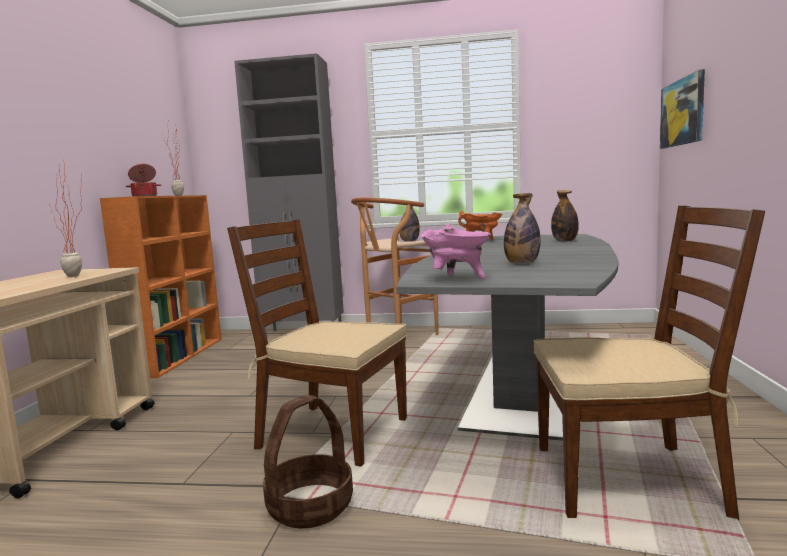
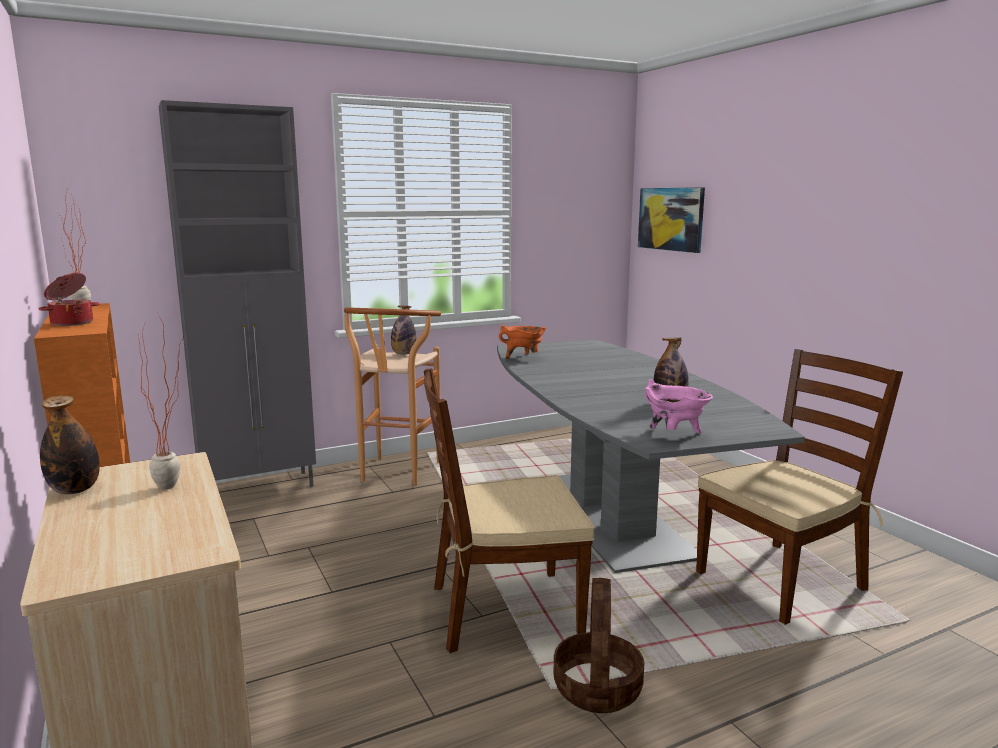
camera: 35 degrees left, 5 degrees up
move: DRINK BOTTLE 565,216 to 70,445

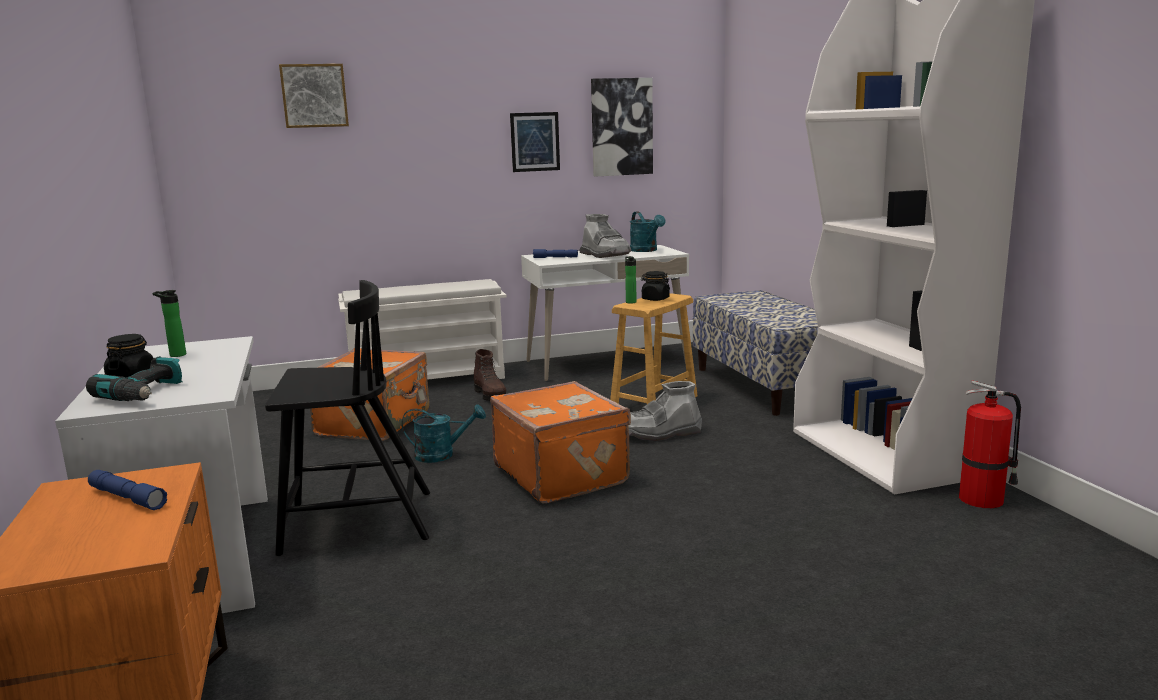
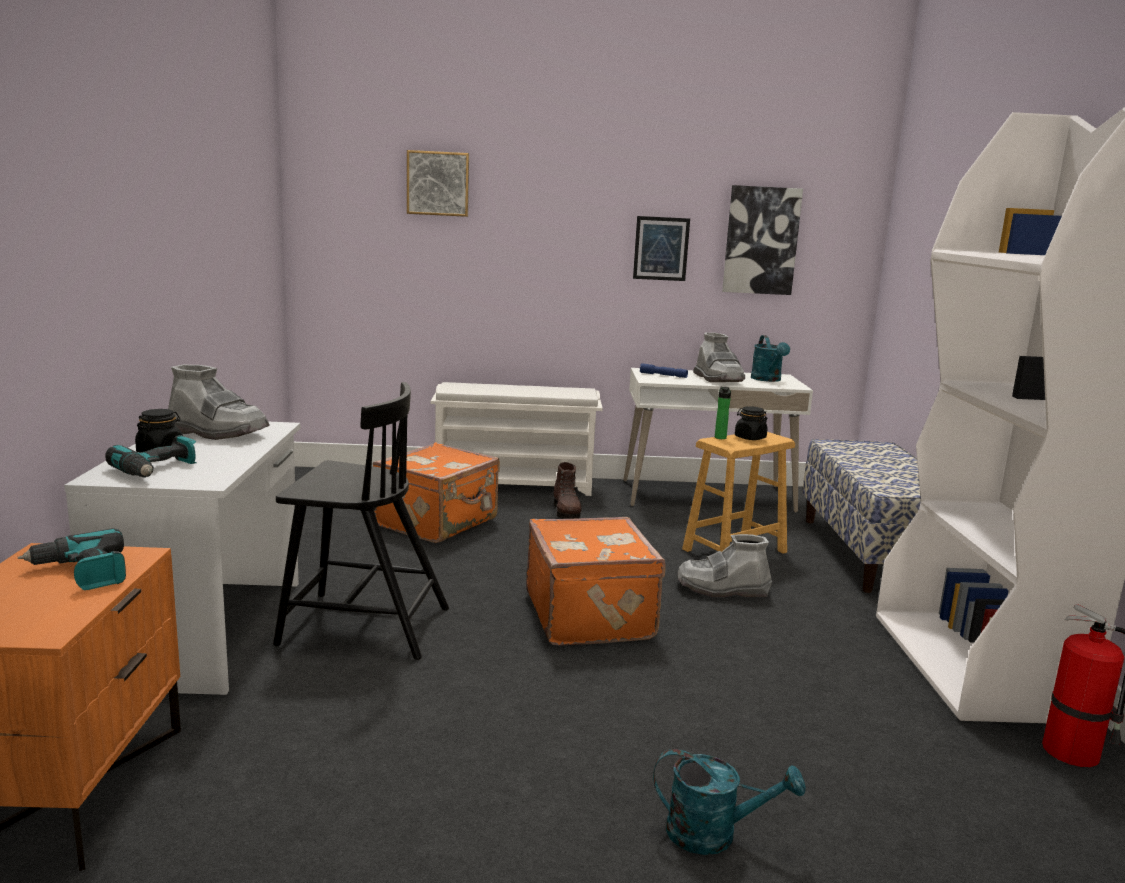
camera: 15 degrees right, 0 degrees up
move: TURQUOISE-COLOURED WATERING POT 444,433 to 729,802
replace: BLUE-COLOURED TORCH 127,490 to DRILL 72,559; DRINK BOTTLE 169,323 to GREY TALL BOOT 218,402

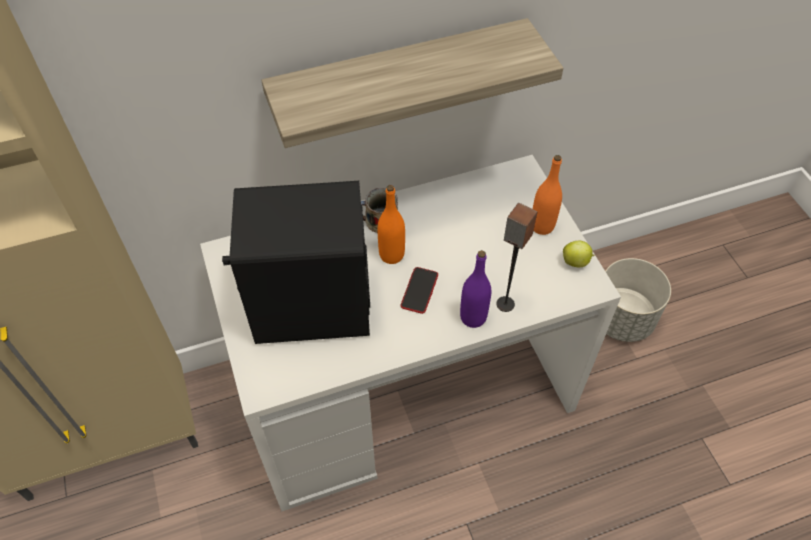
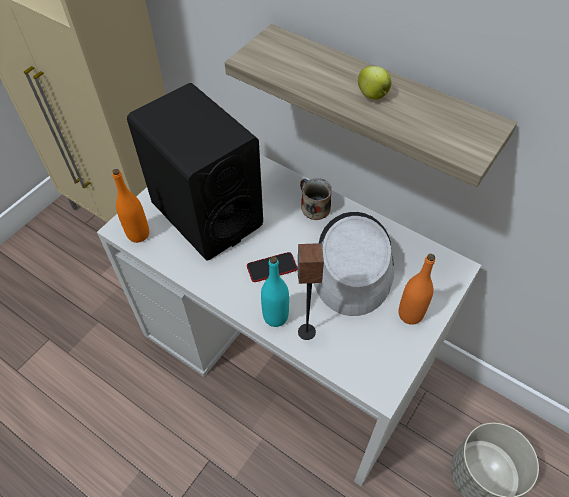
camera: 55 degrees right, 0 degrees up
insert: GREY CLOTHING HAT 354,264
move: ORANGEY DRINK BOTTLE 391,224 to 130,206; WHOLE APPLE 579,254 to 374,83
recolor: PURPLE-COLOURED DRINK BOTTLE 475,289 to TURQUOISE-COLOURED DRINK BOTTLE 275,291

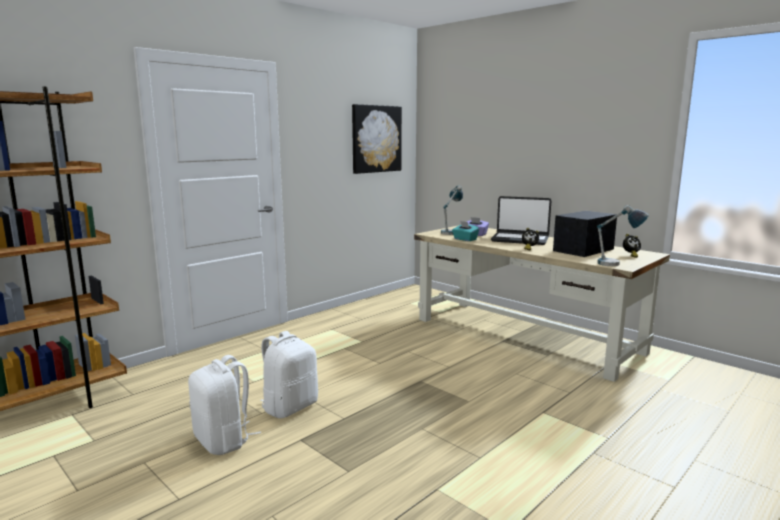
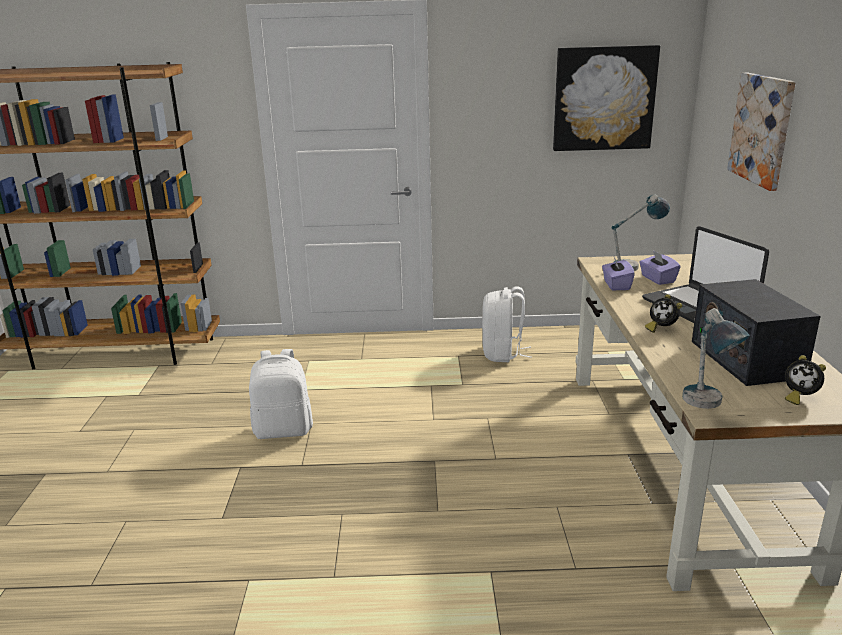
camera: 45 degrees right, 10 degrees up
insert: PICTURE 761,132
move: WHITISH KNAPSACK 224,405 to 507,324
recolor: TURQUOISE-COLOURED TISSUE BOX 465,231 to PURPLE-COLOURED TISSUE BOX 618,273
rotate: RADIO RECEIVER 585,234 = 756,332 105 degrees counterclockwise

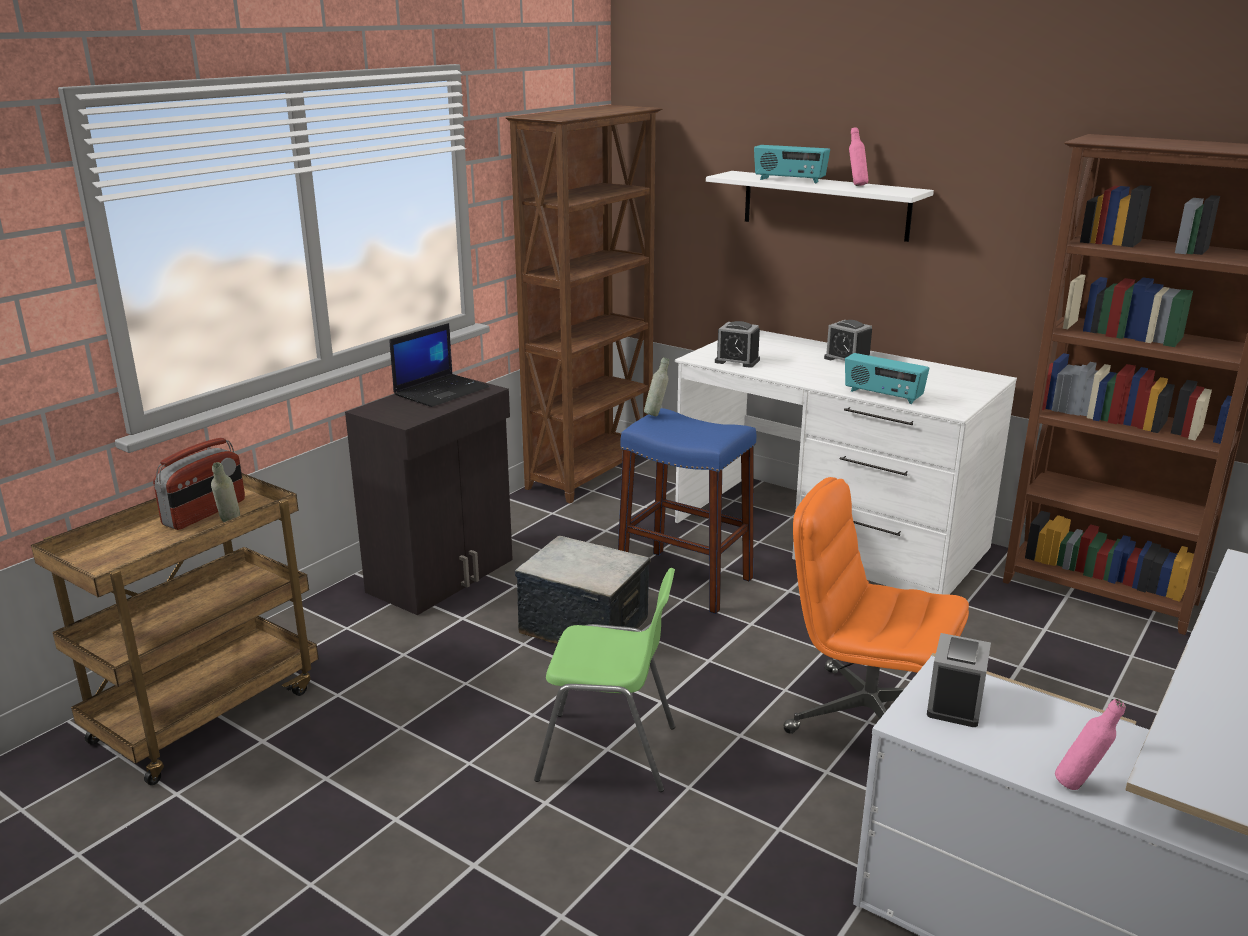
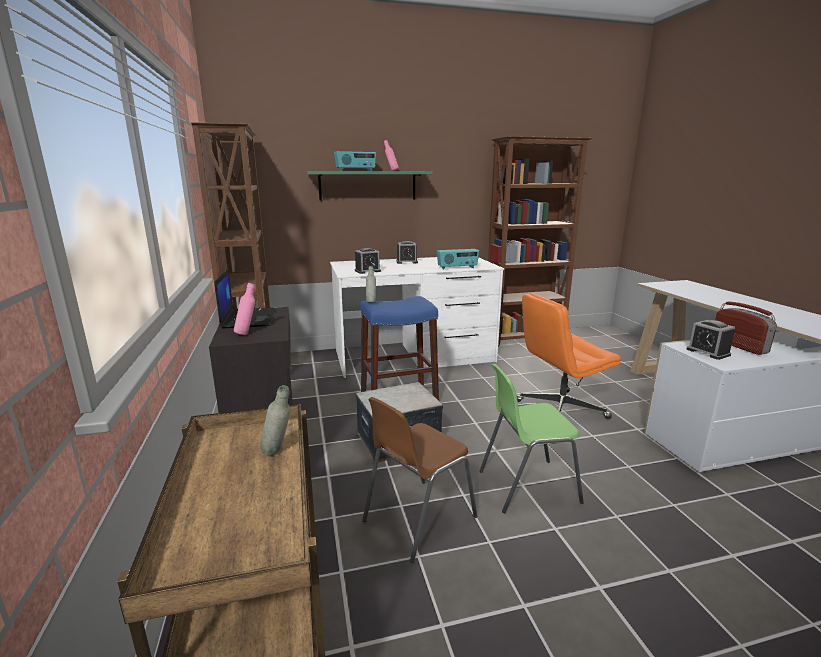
camera: 50 degrees left, 5 degrees down
insert: BROWN-COLOURED PLAIN CHAIR 419,480
move: RADIO RECEIVER 199,483 to 746,328; PINKISH DRINK BOTTLE 1090,744 to 244,309
recolor: WHITISH BRACKET SHELF 820,206 to GREEN BRACKET SHELF 370,186
rotate: GREEN PLAIN CHAIR 604,680 = 532,438 150 degrees counterclockwise

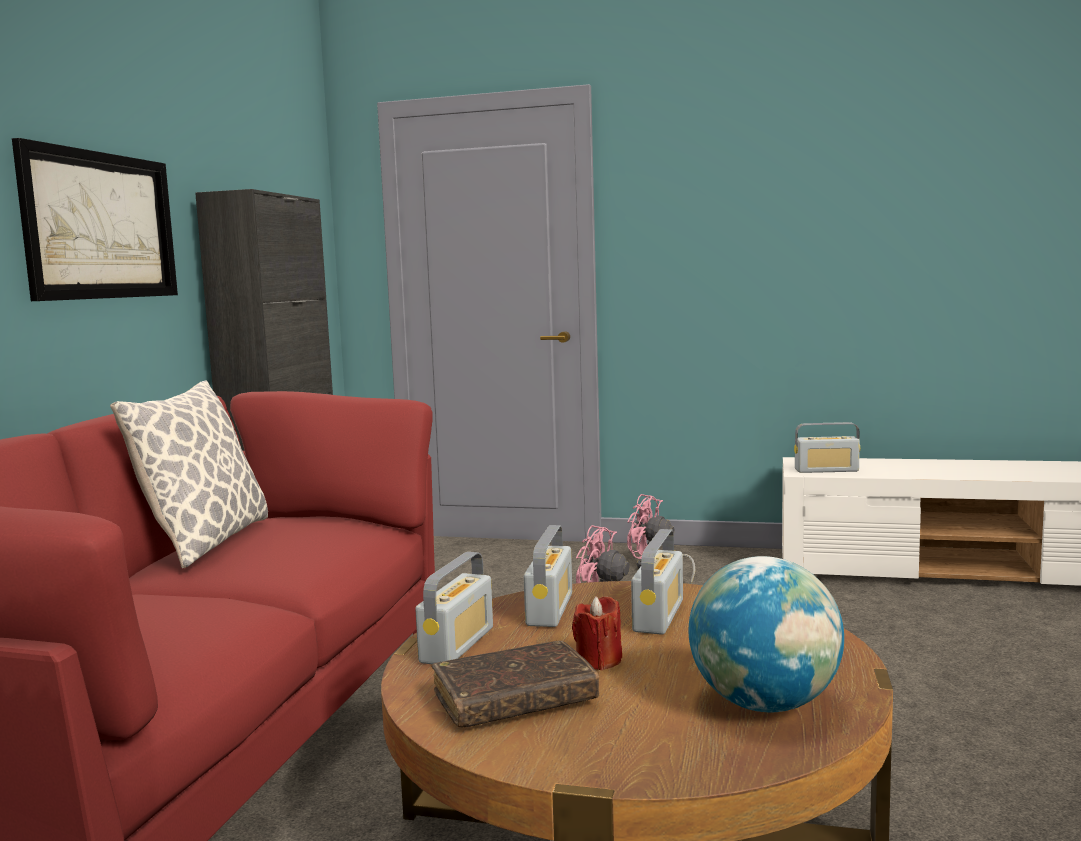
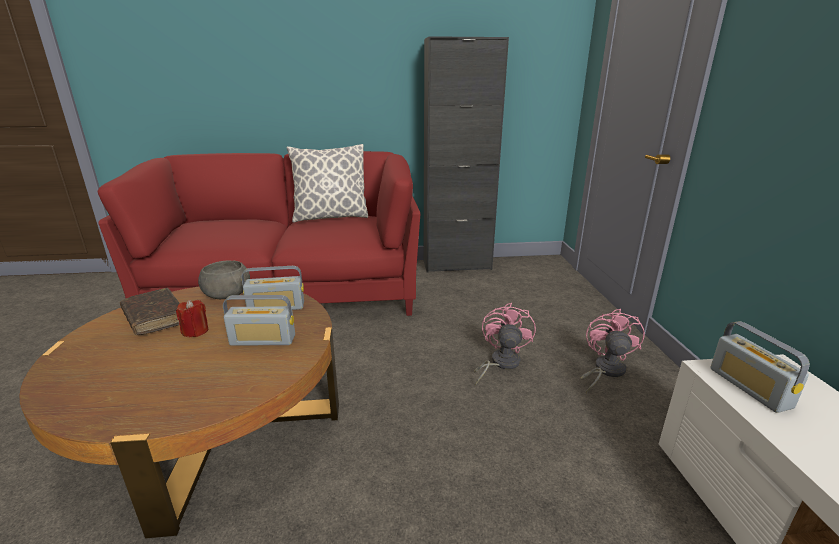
camera: 70 degrees right, 15 degrees up
delete: PICTURE 95,219; WORLD GLOBE 766,634
replace: RADIO RECEIVER 454,608 to GREY SERVING BOWL 224,280

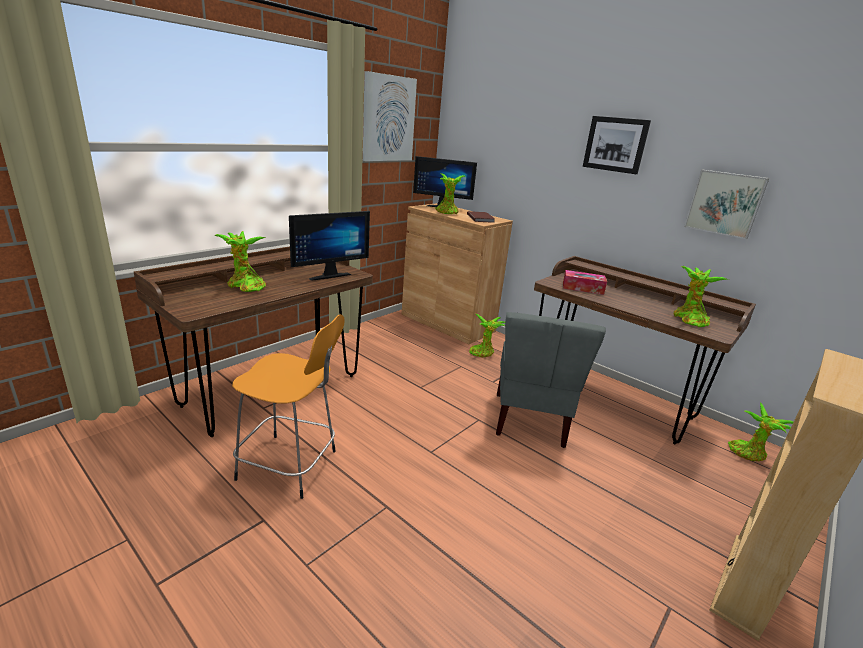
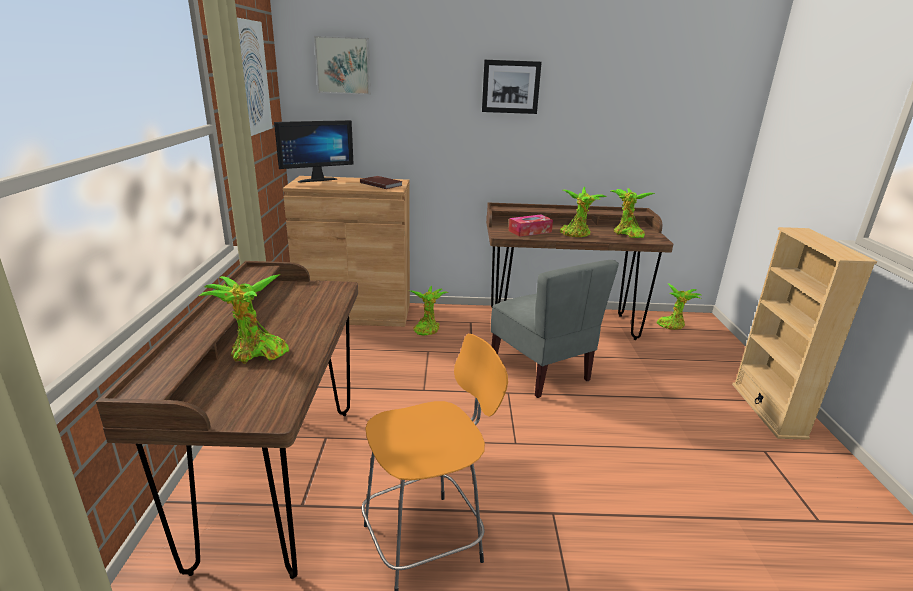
camera: 40 degrees left, 0 degrees up
delete: COMPUTER DISPLAY 329,246
move: HOUSEPLANT 450,193 to 583,212; PICTURE 726,204 to 342,65

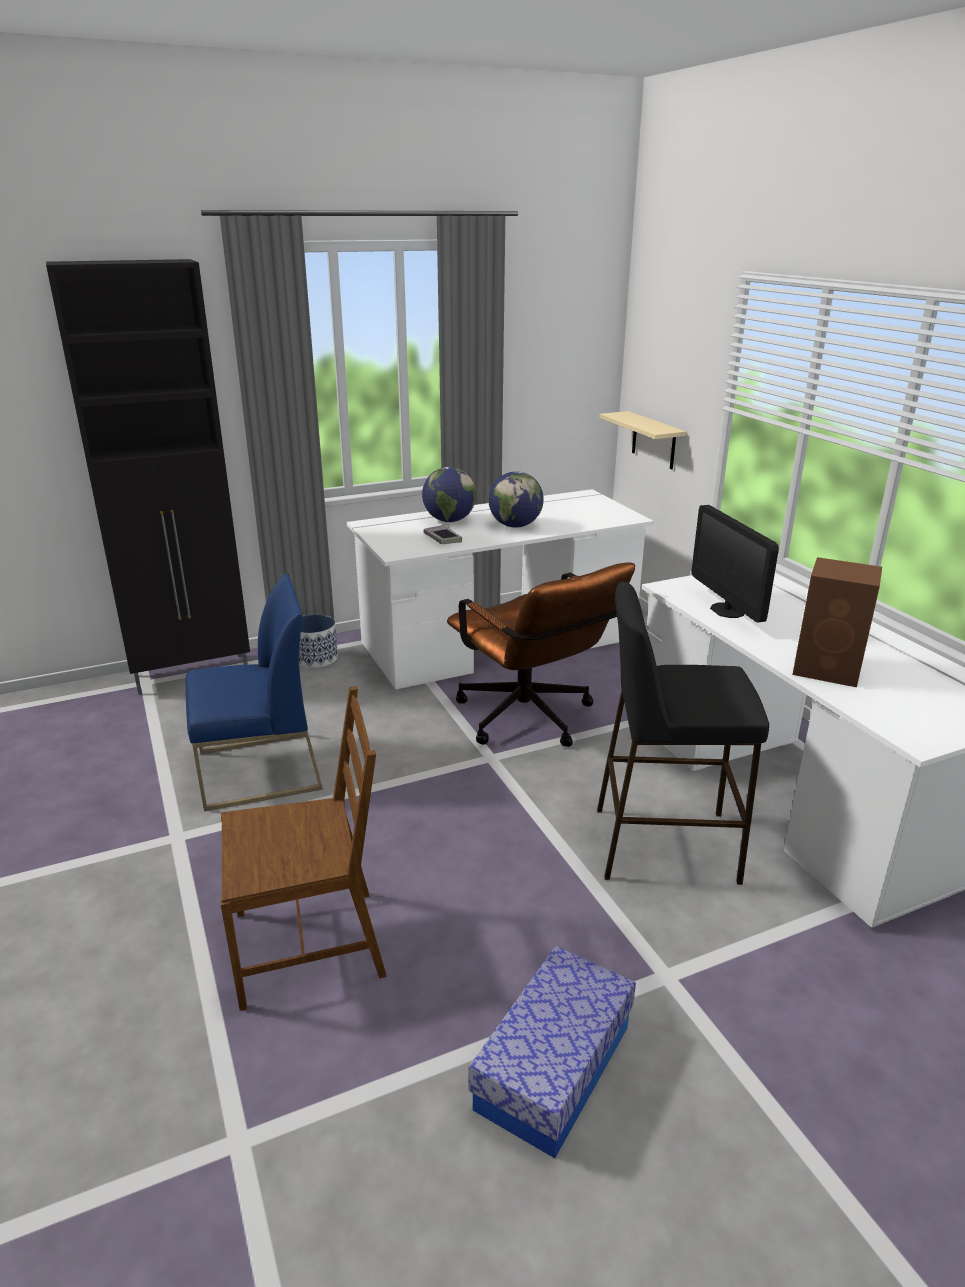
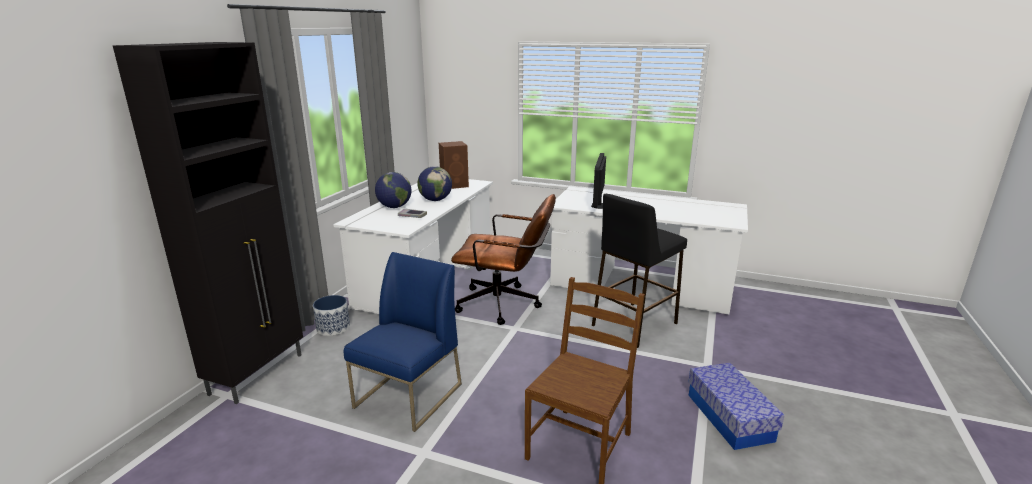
camera: 45 degrees left, 5 degrees down
delete: BEIGE BRACKET SHELF 642,440
move: BROWN-COLOURED SPEAKER 837,622 to 454,165
rotate: COMPUTER DISPLAY 735,564 = 598,181 75 degrees clockwise

